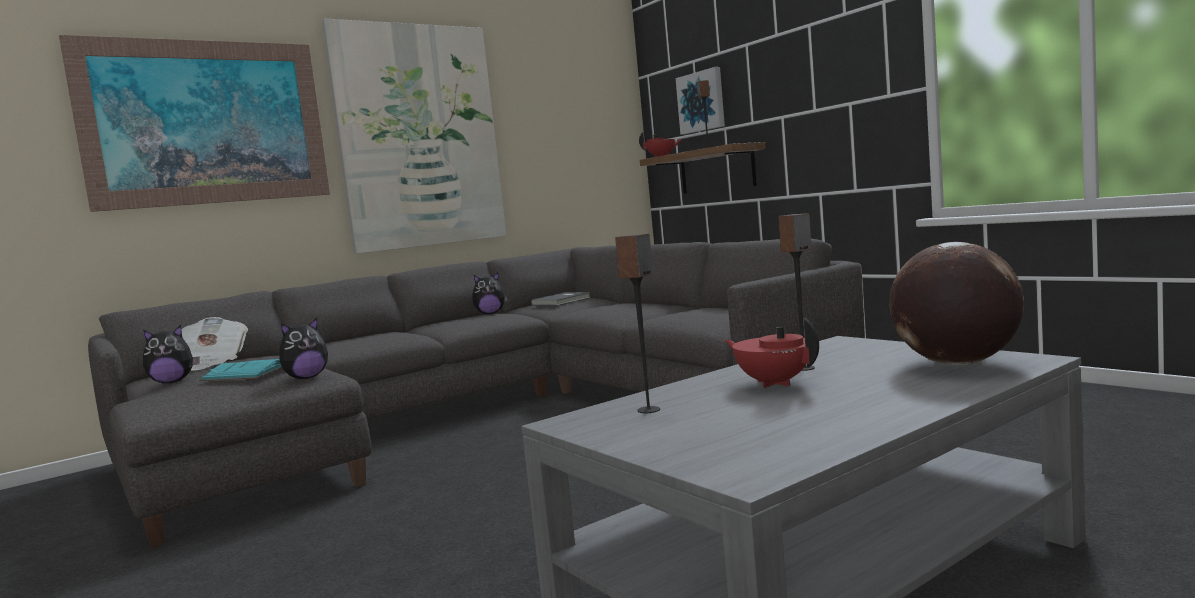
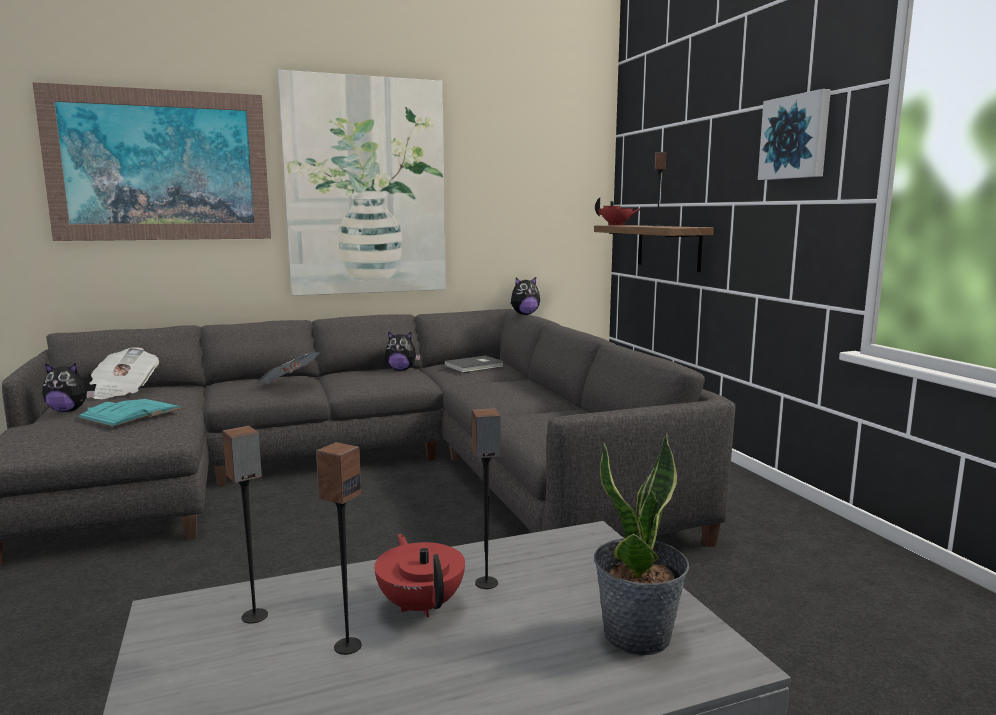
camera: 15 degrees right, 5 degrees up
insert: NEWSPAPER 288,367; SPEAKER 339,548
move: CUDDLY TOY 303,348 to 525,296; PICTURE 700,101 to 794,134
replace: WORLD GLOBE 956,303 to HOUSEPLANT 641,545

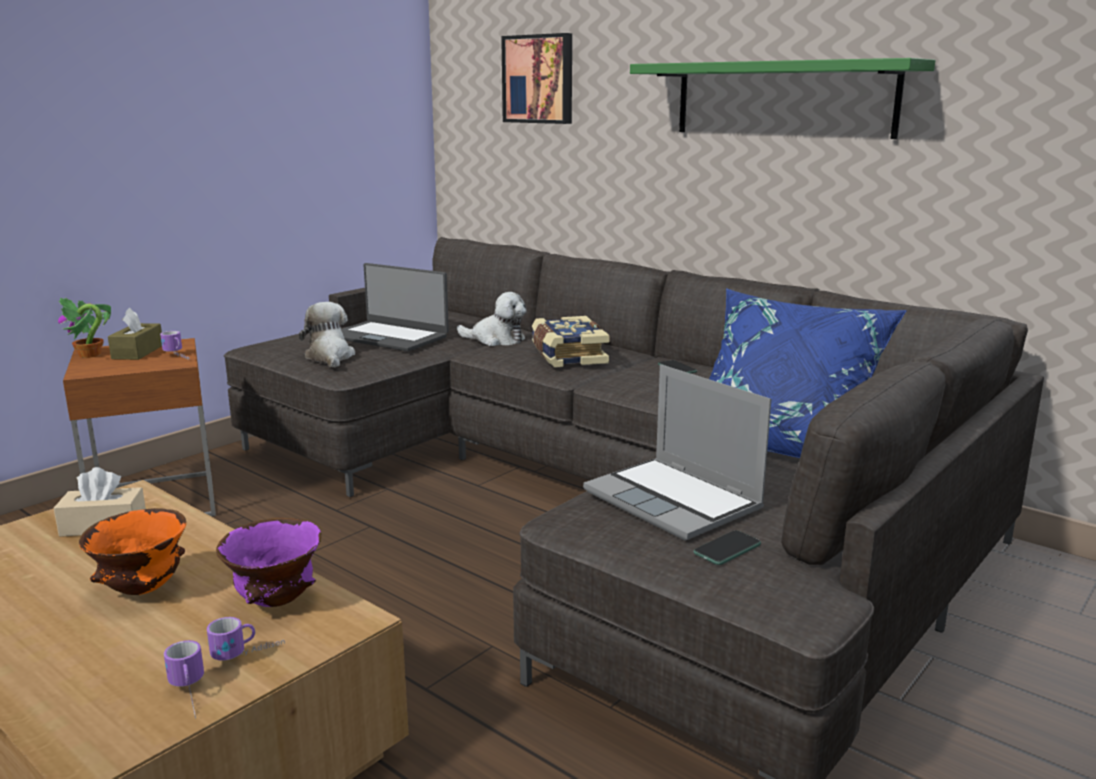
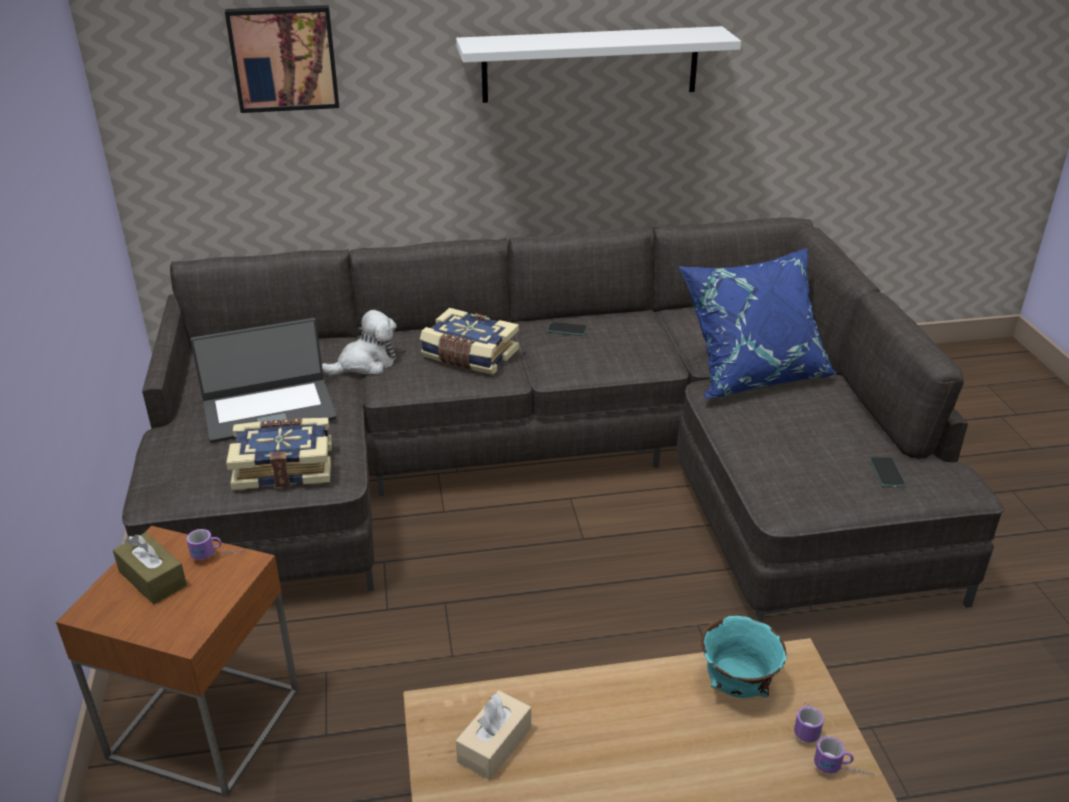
camera: 50 degrees left, 15 degrees up
delete: HOUSEPLANT 84,328; ORANGEY SERVING BOWL 132,551; PORTABLE COMPUTER 677,452
replace: CUDDLY TOY 327,335 to BOOK 279,454
recolor: PURPLE-COLOURED SERVING BOWL 268,562 to TURQUOISE-COLOURED SERVING BOWL 744,657; GREEN BRACKET SHELF 782,98 to WHITISH BRACKET SHELF 598,64

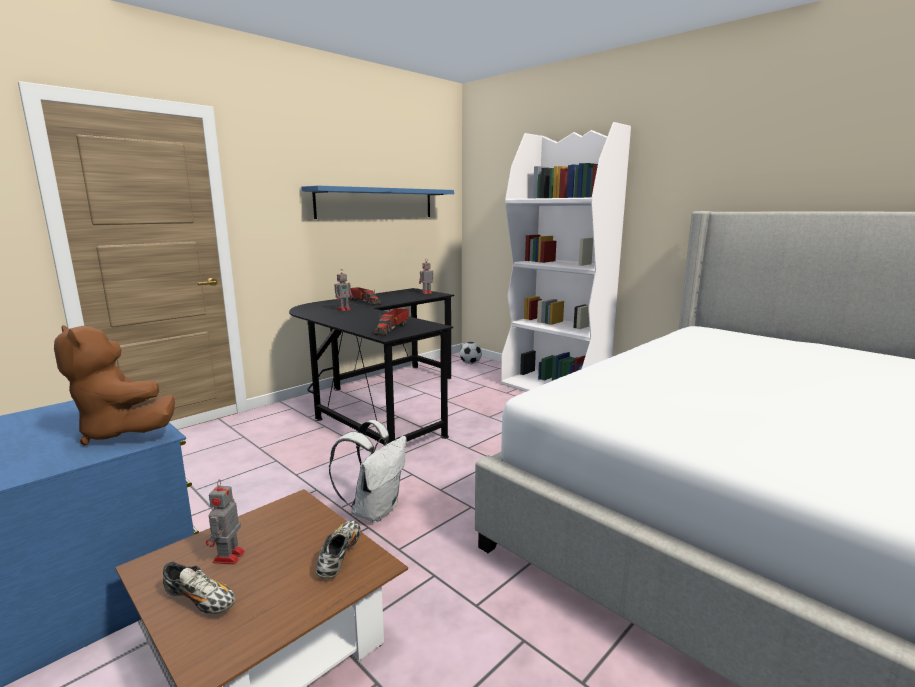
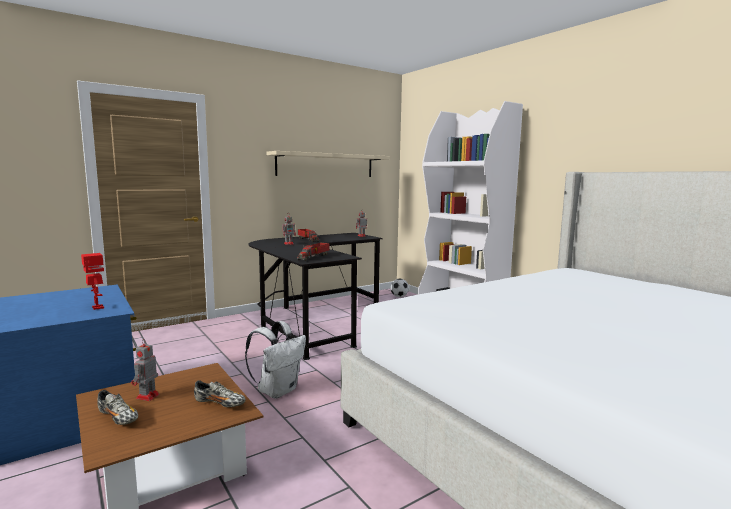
camera: 10 degrees right, 5 degrees down
replace: BROWN-COLOURED CUDDLY TOY 114,385 to ROBOT FIGURE 92,281
recolor: BLUE-COLOURED BRACKET SHELF 377,202 to BEIGE BRACKET SHELF 327,164
rotate: SHOE 338,549 = 220,393 90 degrees clockwise

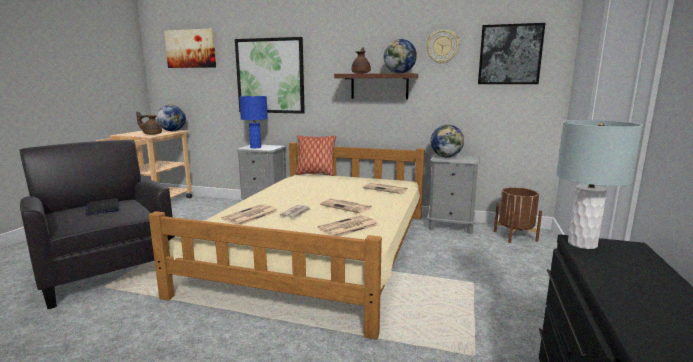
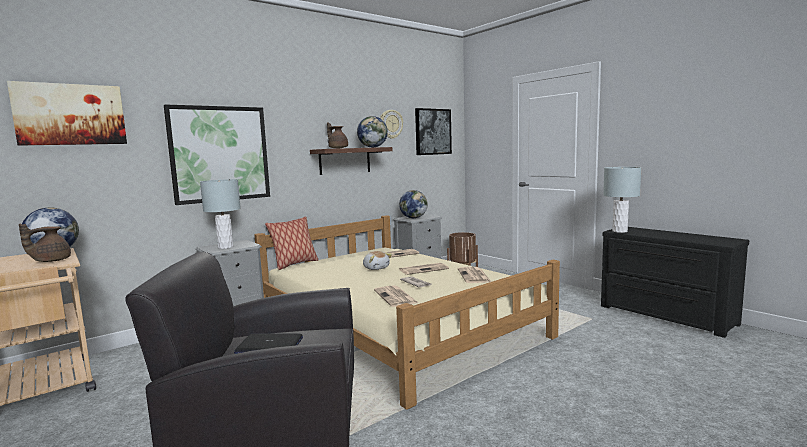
camera: 55 degrees left, 5 degrees down
insert: CUDDLY TOY 377,260
recolor: BLUE-COLOURED TABLE LAMP 253,122 to GREY TABLE LAMP 220,214

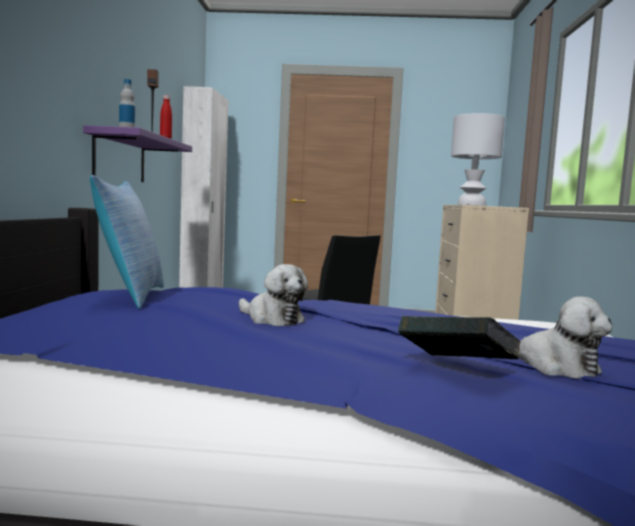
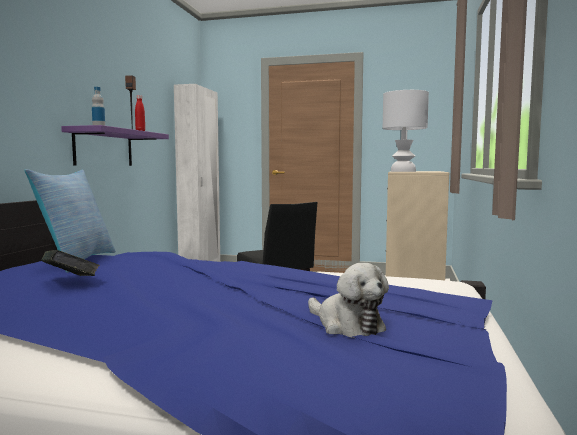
camera: 10 degrees right, 0 degrees up
delete: CUDDLY TOY 273,295
move: BOOK 459,337 to 70,263

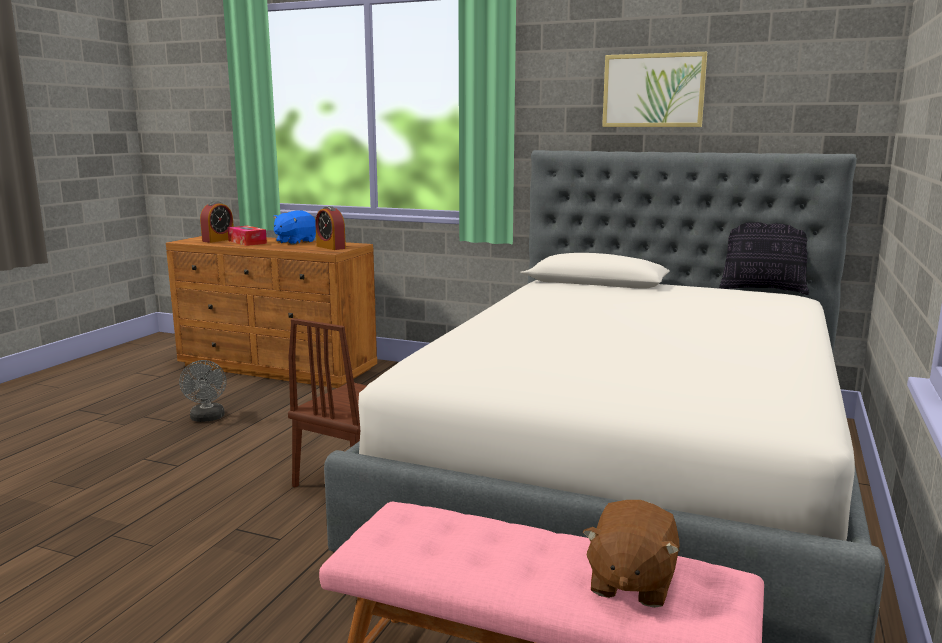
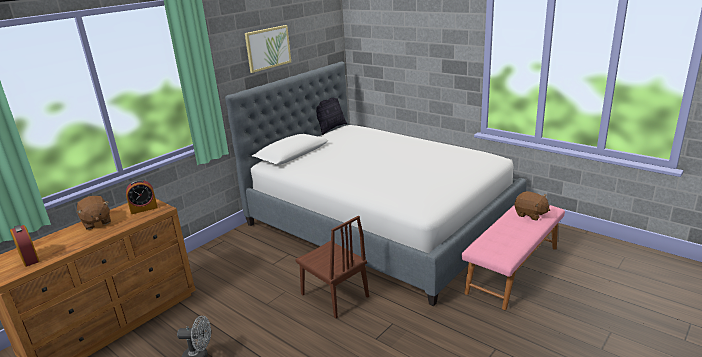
camera: 70 degrees left, 10 degrees up
delete: TISSUE BOX 247,236
recolor: BLUE-COLOURED CUDDLY TOY 294,227 to BROWN-COLOURED CUDDLY TOY 93,212

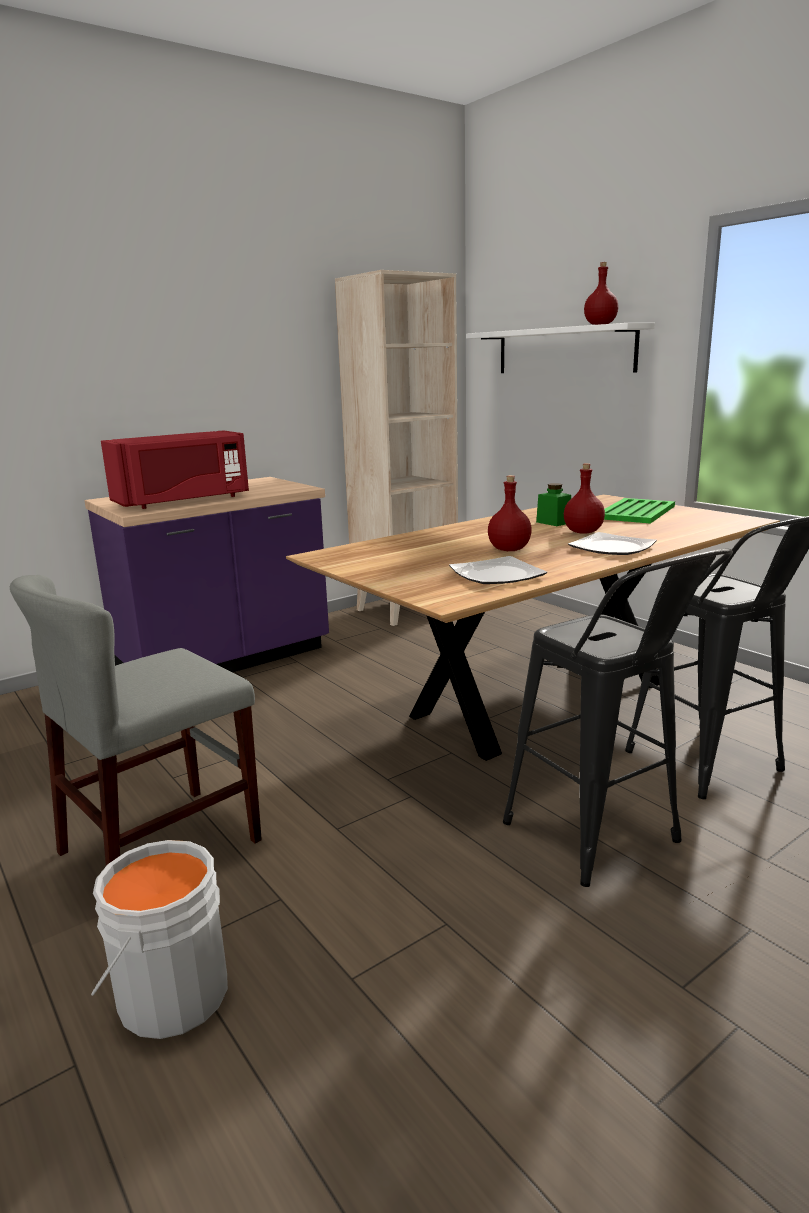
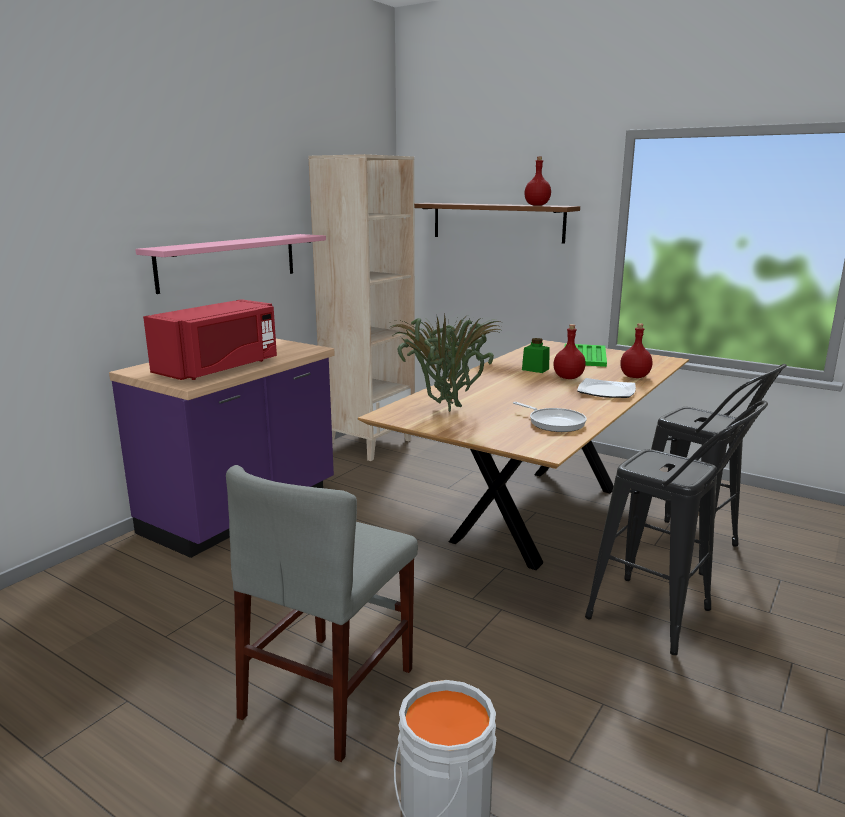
camera: 20 degrees left, 0 degrees up
insert: PINKISH BRACKET SHELF 230,264; HOUSEPLANT 446,362
move: RED-COLOURED DRINK BOTTLE 510,513 to 636,350
replace: FLAT DISH 498,570 to PAN 550,417
recolor: WHITISH BRACKET SHELF 560,348 to BROWN-COLOURED BRACKET SHELF 497,223

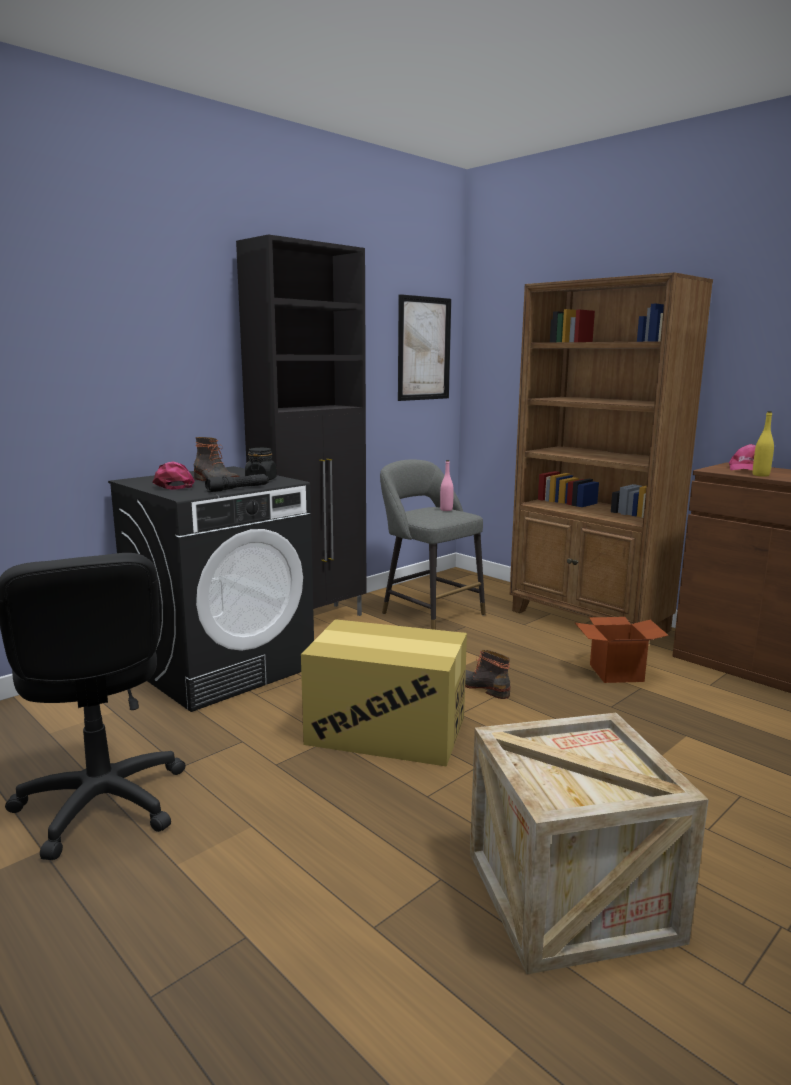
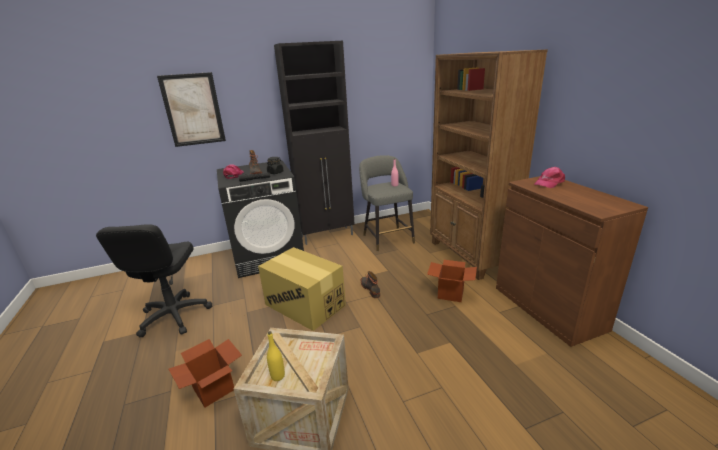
camera: 25 degrees right, 10 degrees up
insert: CARDBOARD BOX 205,373
move: PICTURE 424,347 to 191,109; YELLOWISH DRINK BOTTLE 763,444 to 276,356

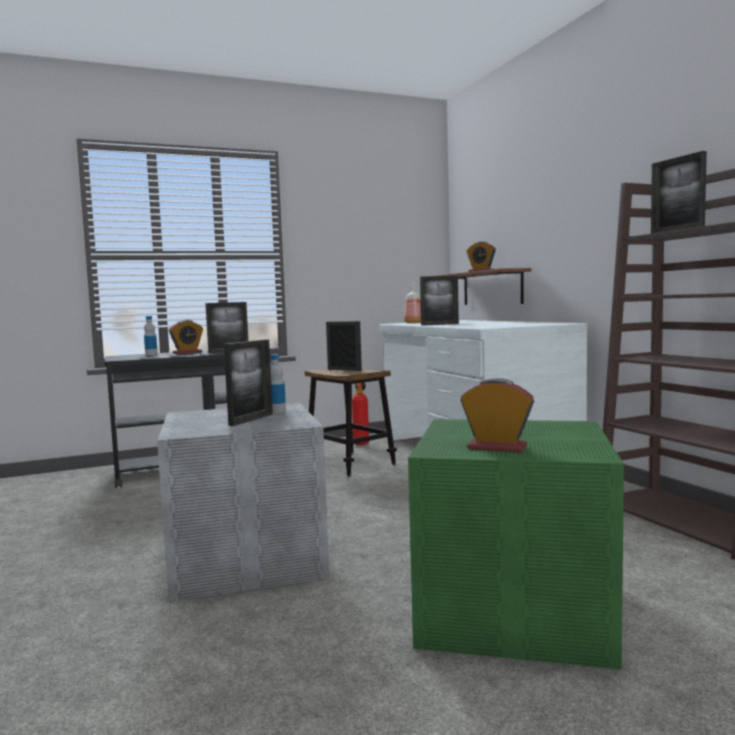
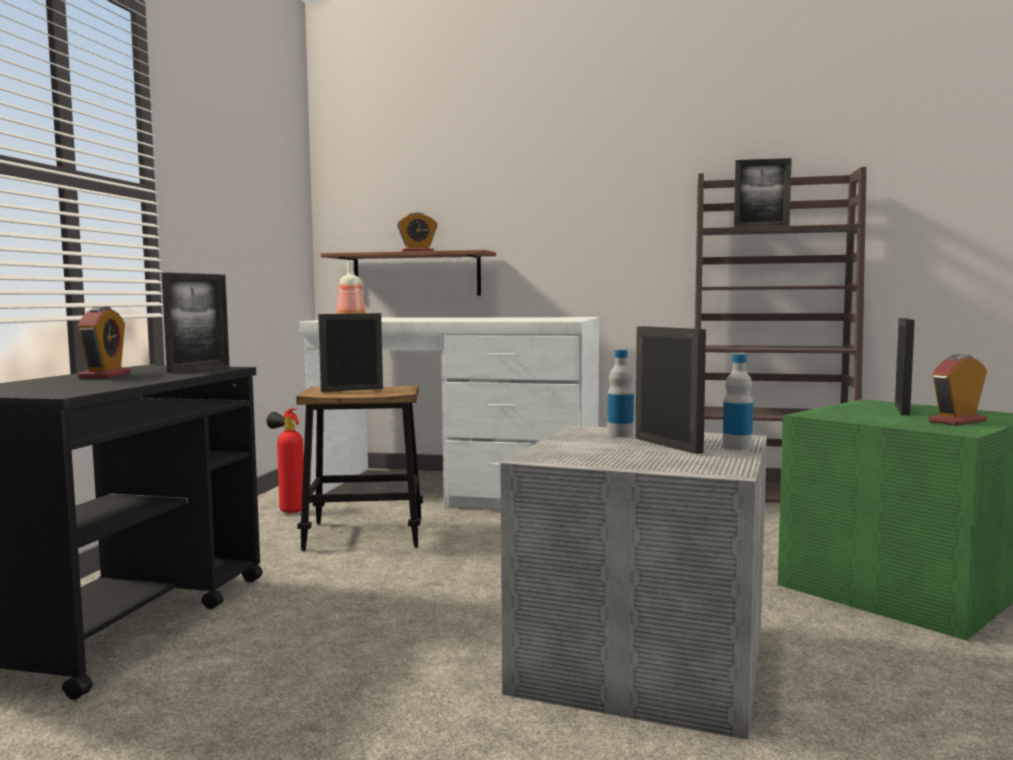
camera: 55 degrees left, 0 degrees up
move: DRINK BOTTLE 151,335 to 738,402; PICTURE FRAME 439,301 to 905,366

